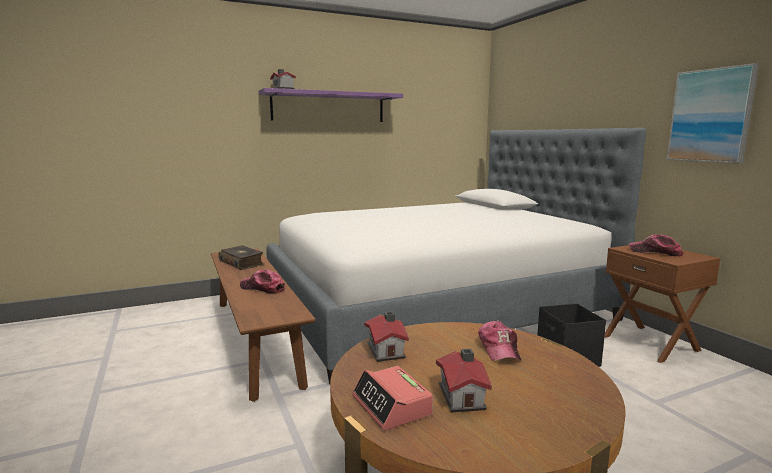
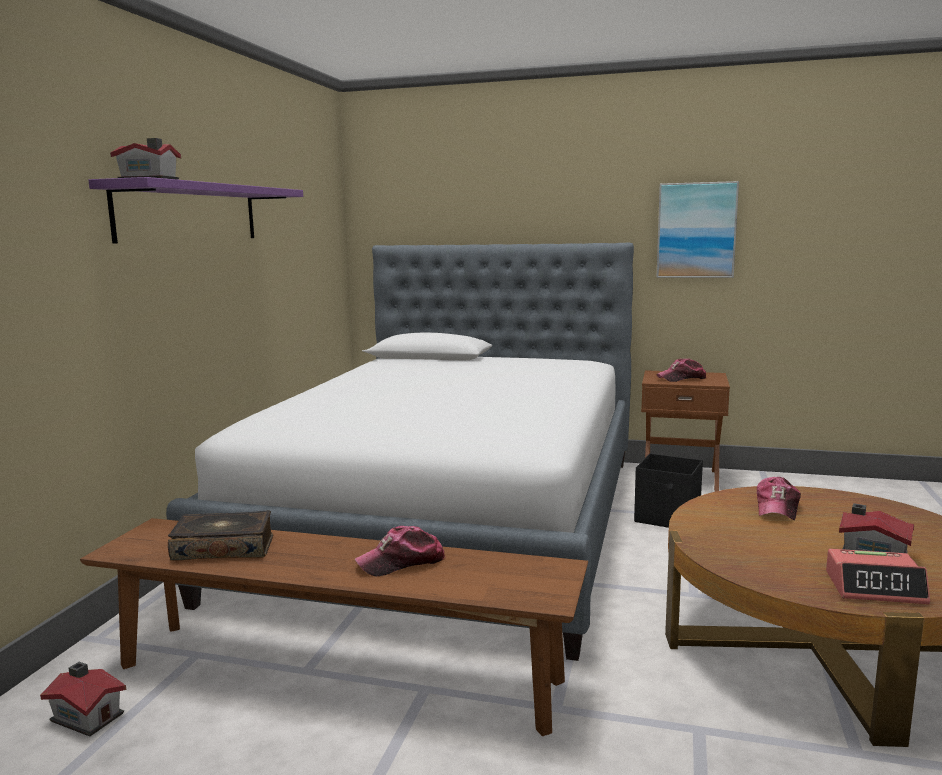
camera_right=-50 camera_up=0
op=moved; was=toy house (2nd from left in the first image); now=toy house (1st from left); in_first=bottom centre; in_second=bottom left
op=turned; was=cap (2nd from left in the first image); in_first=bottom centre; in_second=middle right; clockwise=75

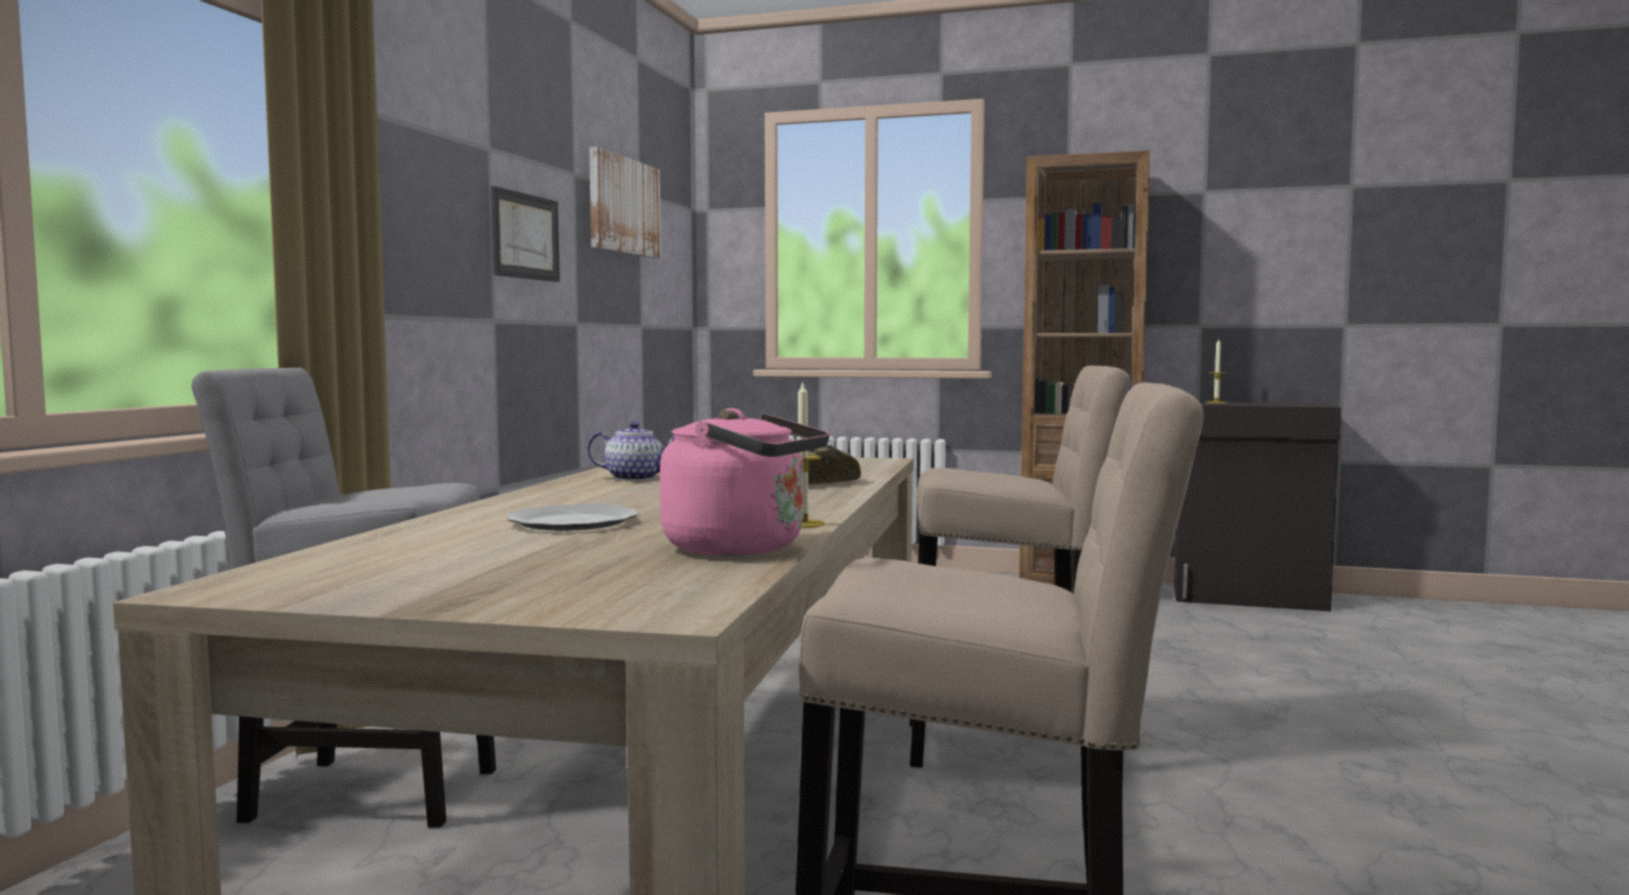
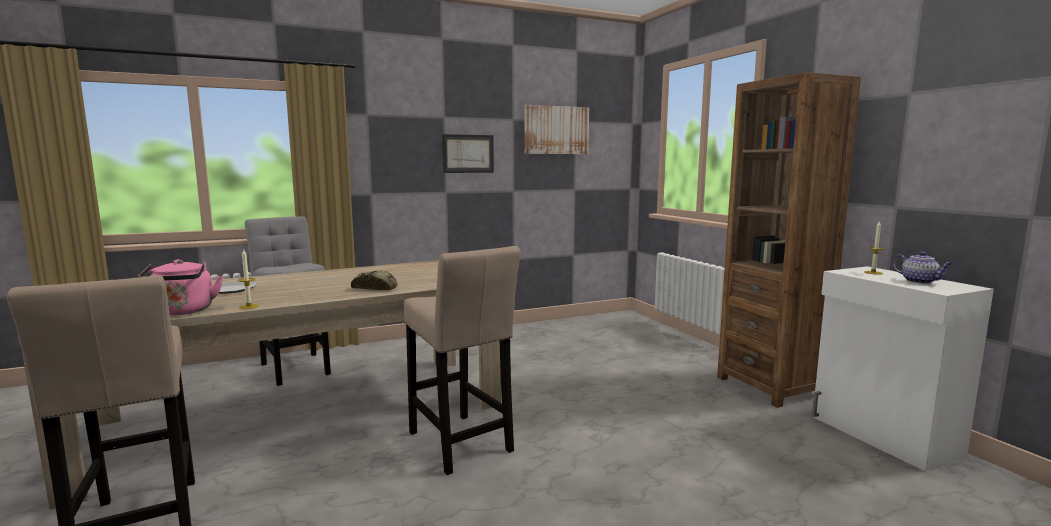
camera_right=50 camera_up=5
op=recoloured; was=black cabinet; now=white cabinet; in_first=middle right; in_second=bottom right
op=moved; was=teapot; in_first=centre; in_second=middle right

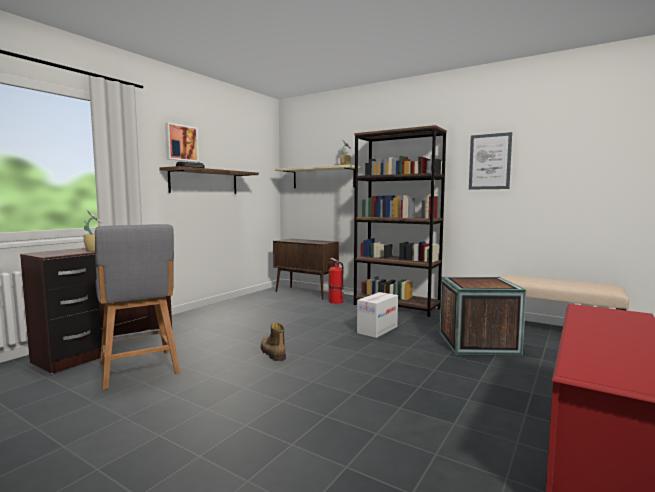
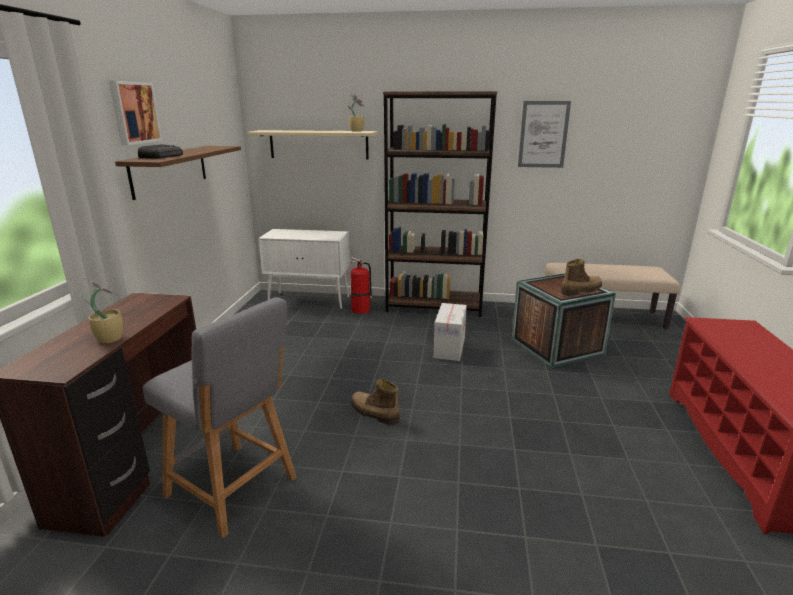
camera_right=-25 camera_up=15
op=recoloured; was=brown cabinet; now=white cabinet; in_first=centre; in_second=centre
op=added; now=boot (2nd from left); in_second=middle right

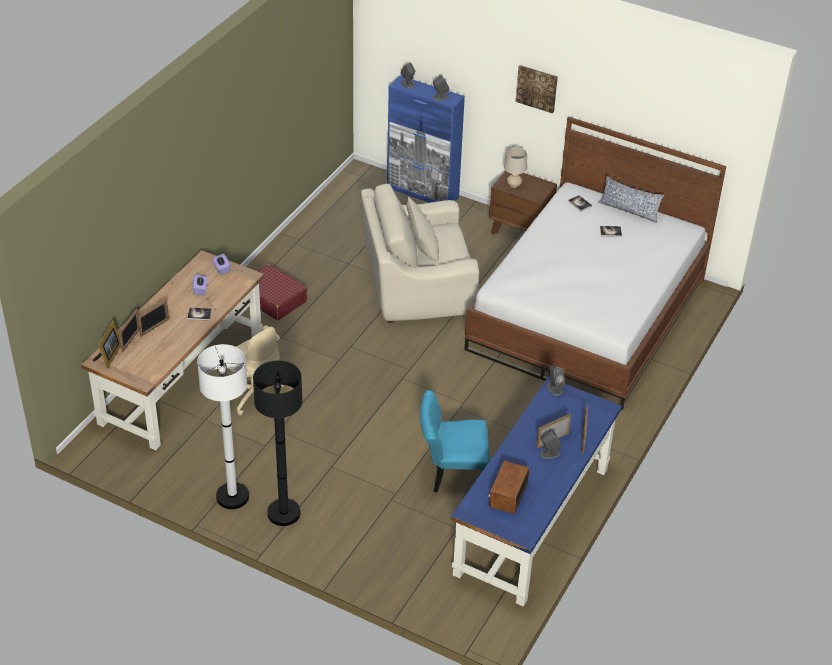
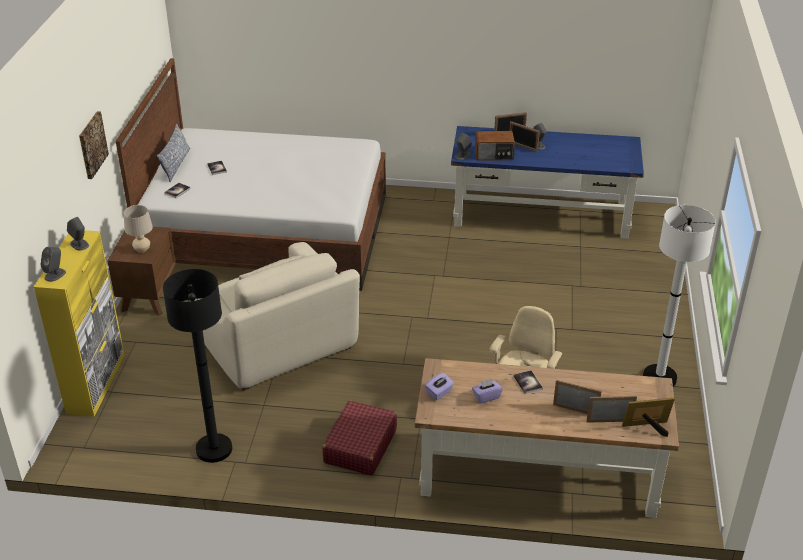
camera_right=-110 camera_up=-5
op=recoloured; was=blue cabinet; now=yellow cabinet; in_first=top centre; in_second=middle left
op=moved; was=black floor lamp; in_first=centre; in_second=middle left
op=removed; was=turquoise chair; in_first=centre
op=moved; was=radio; in_first=bottom centre; in_second=top centre

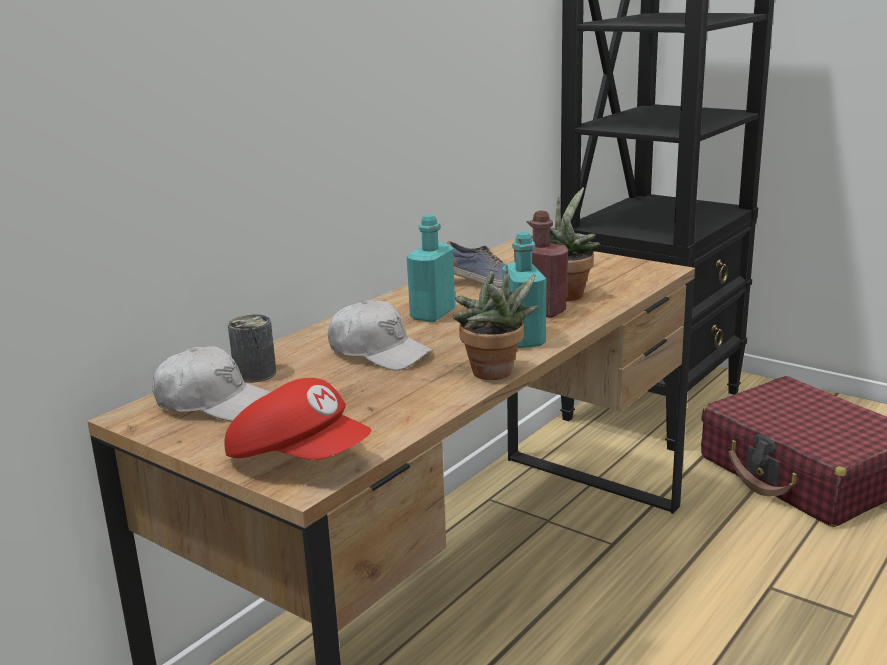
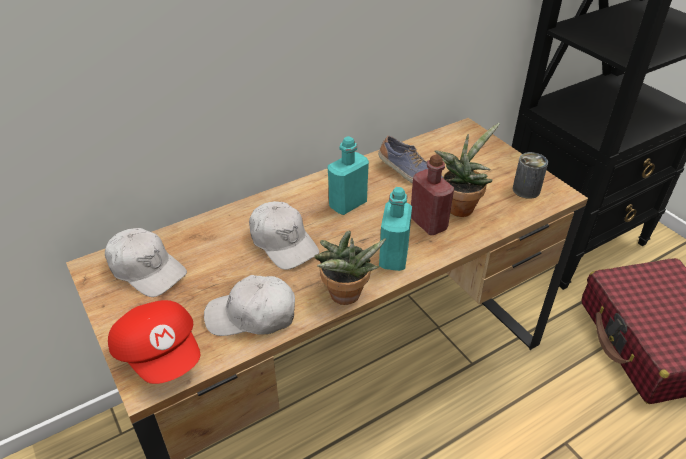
camera_right=20 camera_up=20
op=moved; was=can; in_first=middle left; in_second=middle right
op=added; now=white cap (2nd from left); in_second=centre

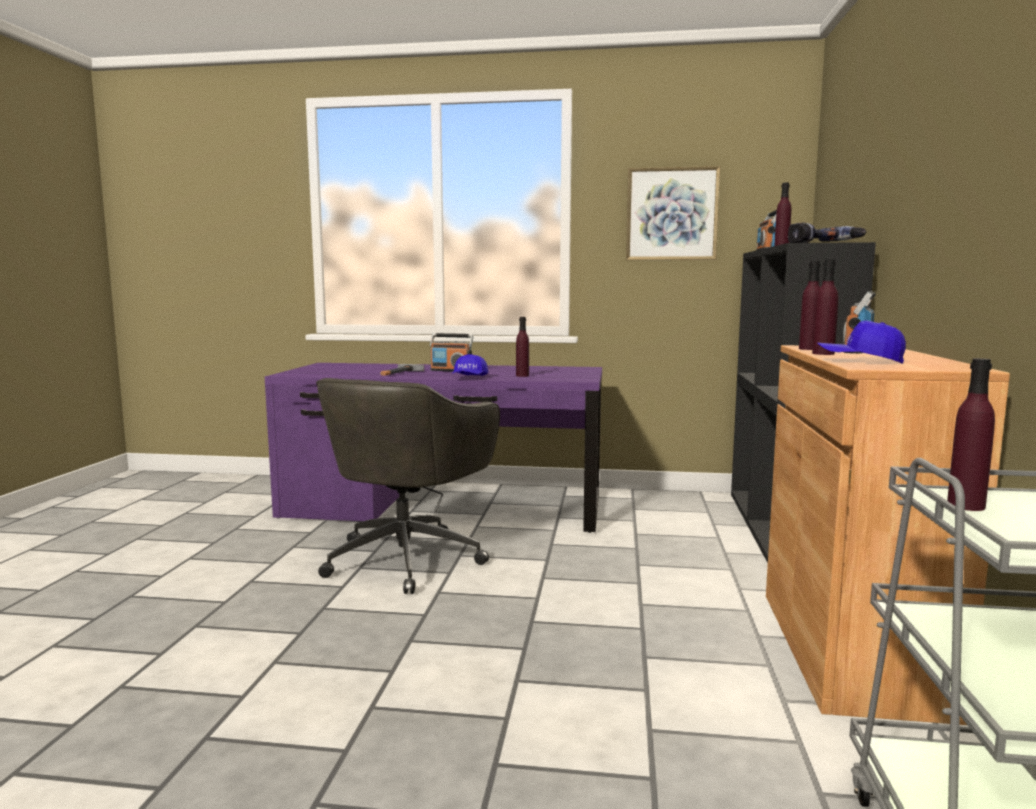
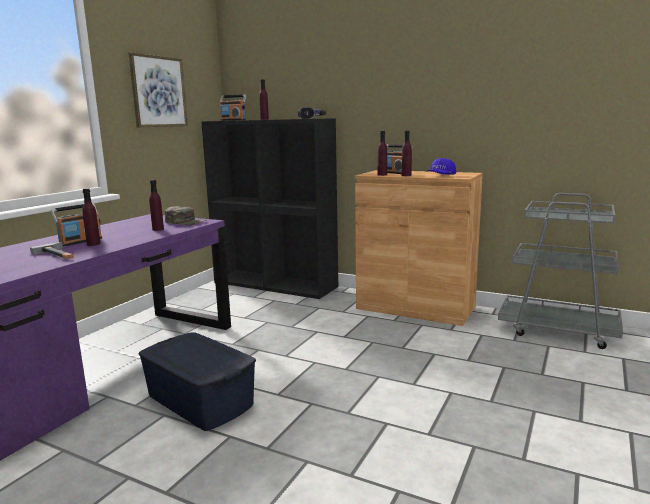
camera_right=-70 camera_up=5
op=removed; was=blue cap (1st from left); in_first=centre
op=moved; was=purple bottle (5th from left in the first image); now=purple bottle (1st from left); in_first=middle right; in_second=middle left
op=replaced; was=grey office chair; now=blue storage box; in_first=centre; in_second=bottom left
op=added; now=green cap; in_second=middle left

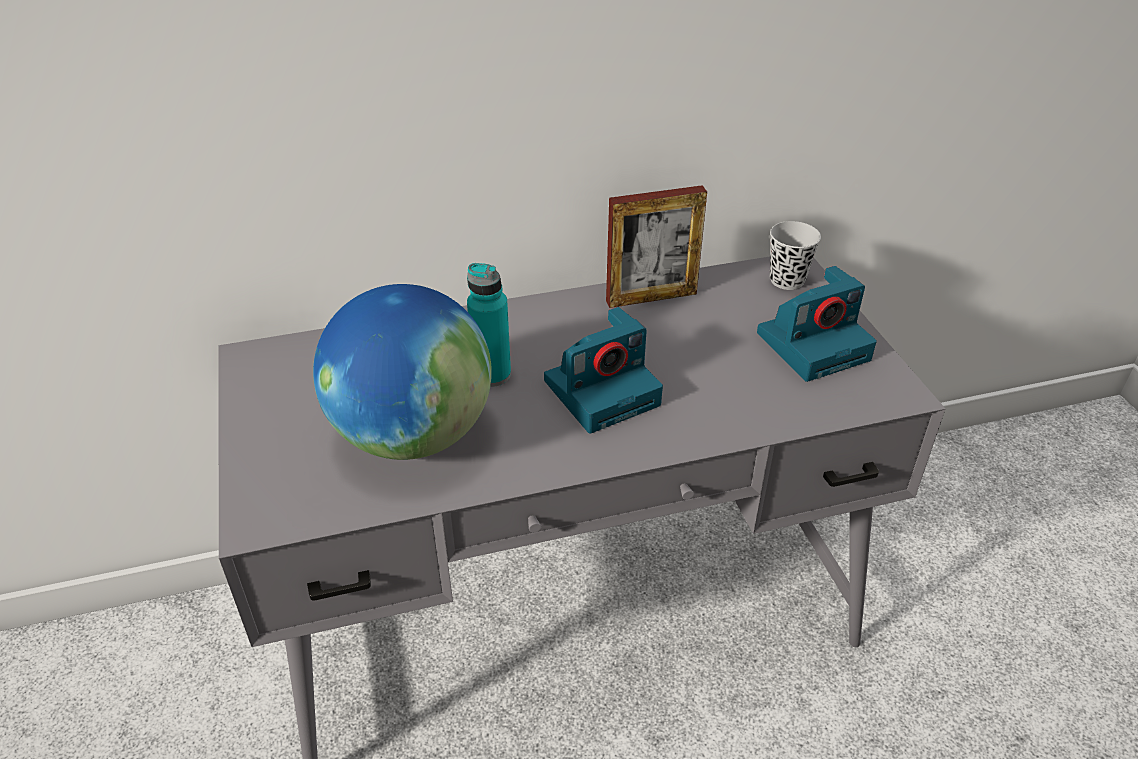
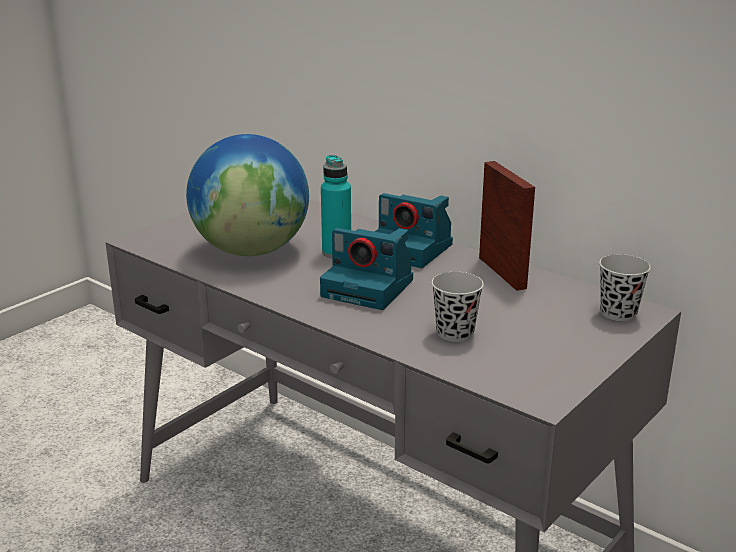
camera_right=55 camera_up=-15
op=turned; was=picture frame; in_first=top centre; in_second=middle right; clockwise=-150
op=moved; was=photo camera (2nd from left); in_first=middle right; in_second=centre
op=added; now=black cup (1st from left); in_second=centre

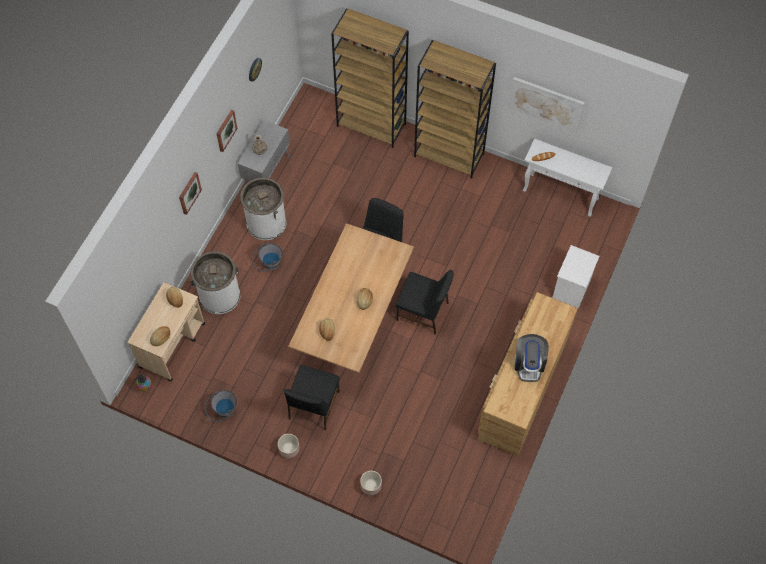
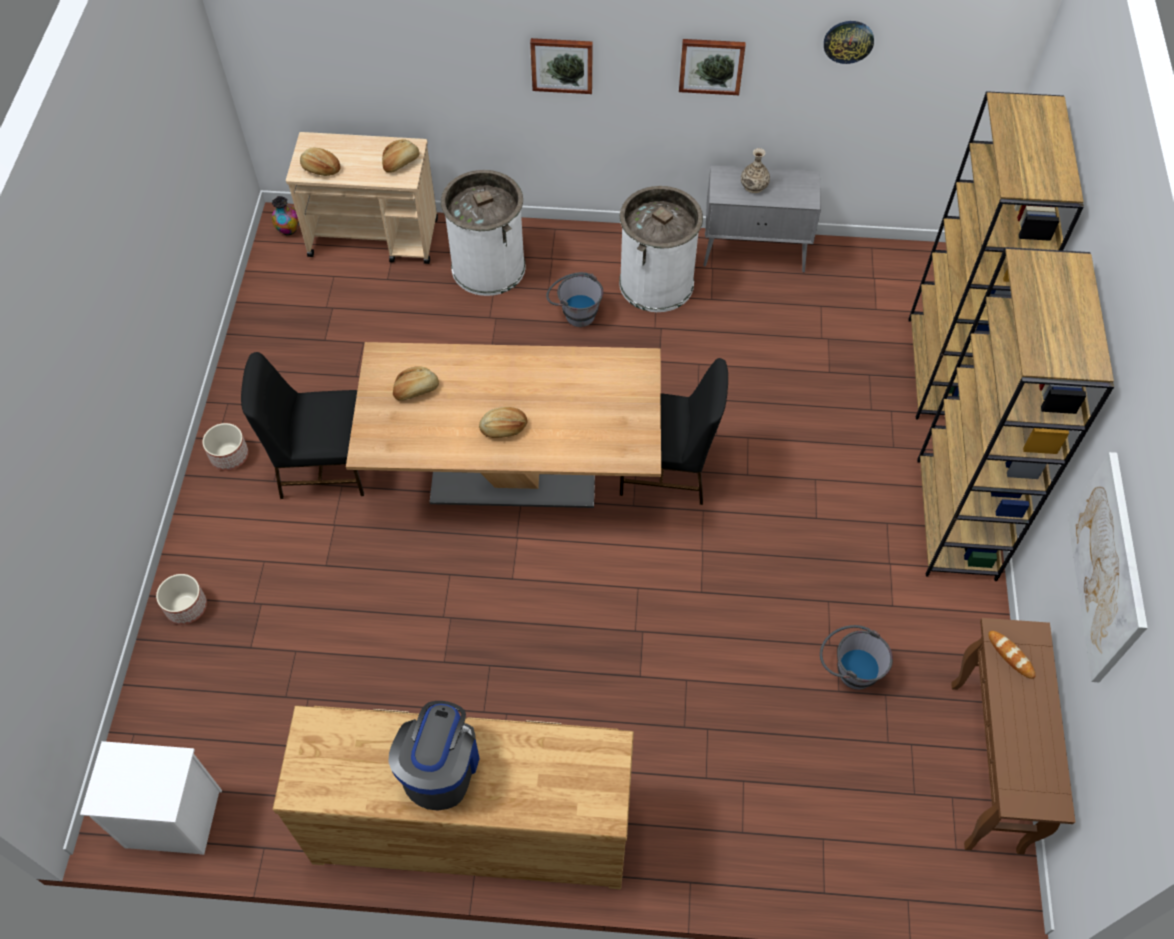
camera_right=70 camera_up=-5
op=recoloured; was=white console table; now=brown console table; in_first=top right; in_second=bottom right
op=moved; was=white nightstand; in_first=middle right; in_second=bottom left
op=removed; was=black chair (3rd from left); in_first=centre
op=turned; was=coffee machine; in_first=middle right; in_second=bottom centre; clockwise=120
op=moved; was=grey bucket (1st from left in the first image); now=grey bucket (2nd from left); in_first=bottom left; in_second=bottom right

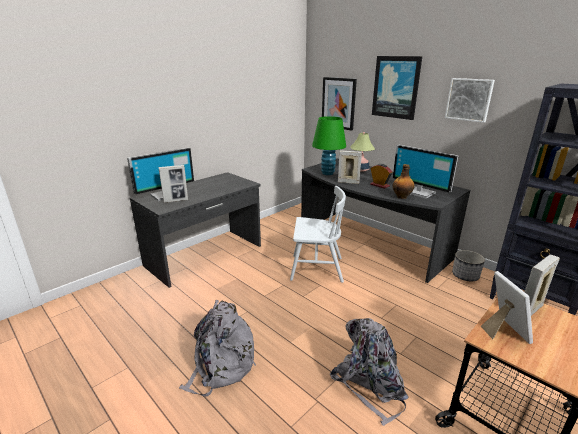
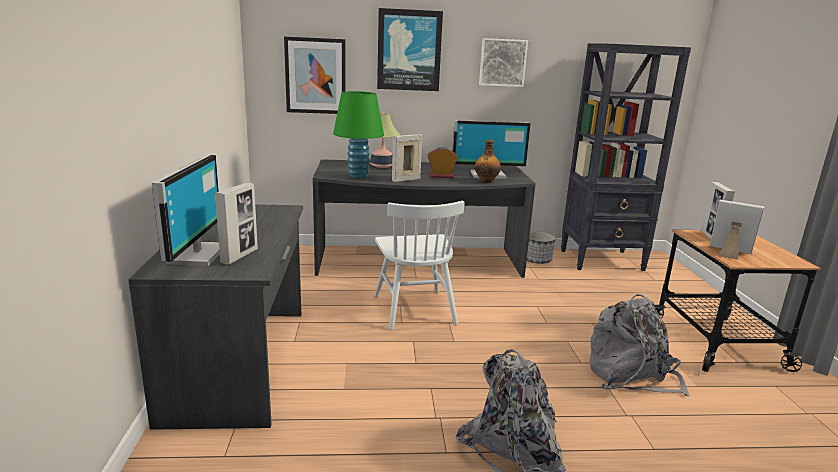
camera_right=-50 camera_up=-5
op=turned; was=white chair; in_first=centre; in_second=centre; clockwise=120

